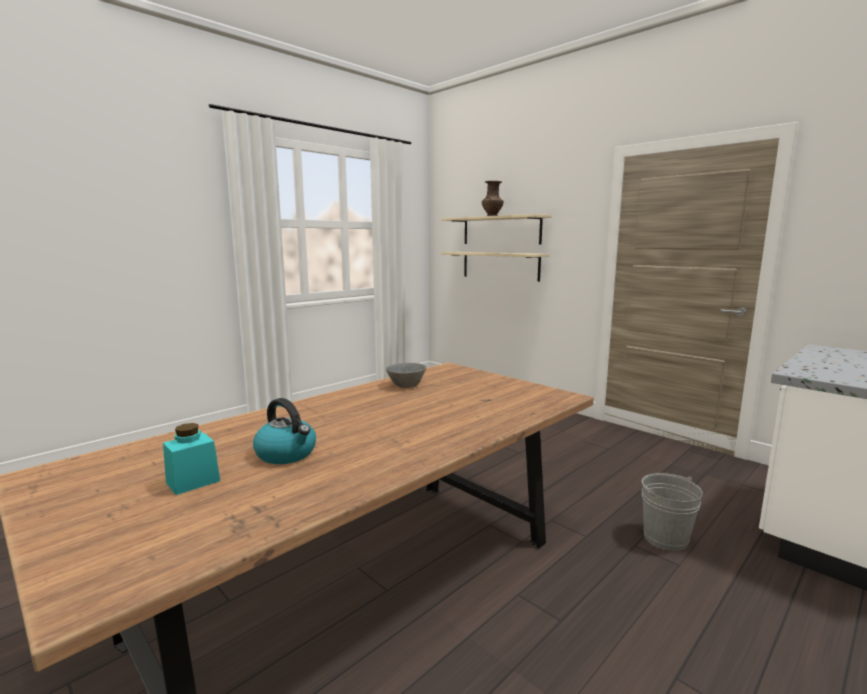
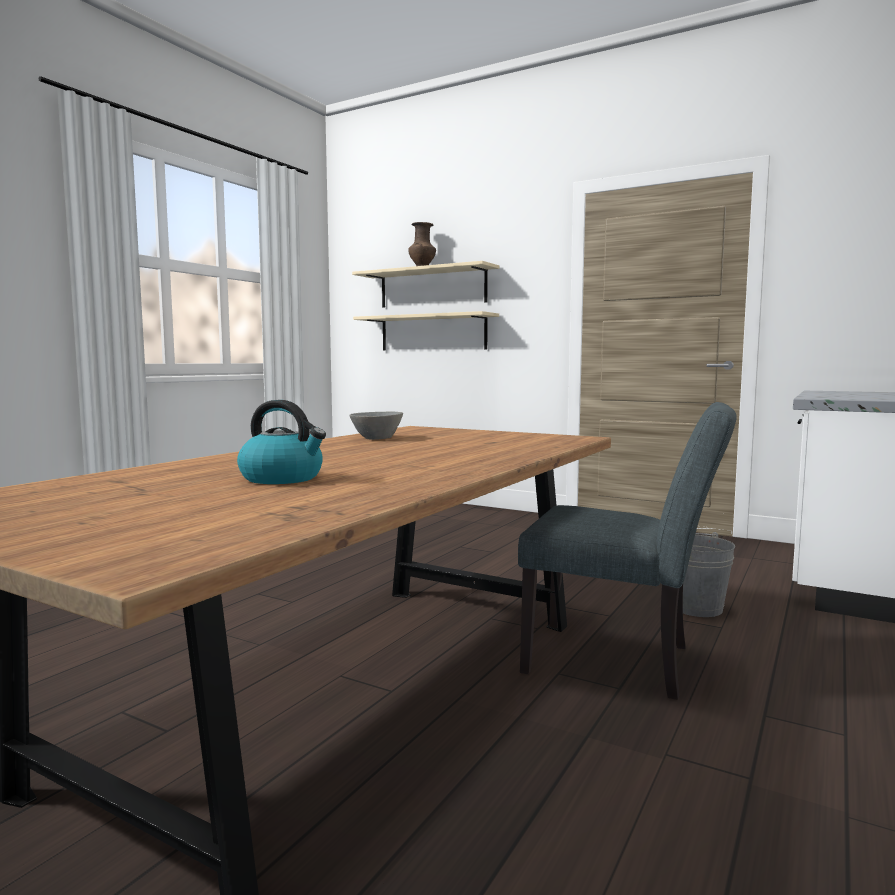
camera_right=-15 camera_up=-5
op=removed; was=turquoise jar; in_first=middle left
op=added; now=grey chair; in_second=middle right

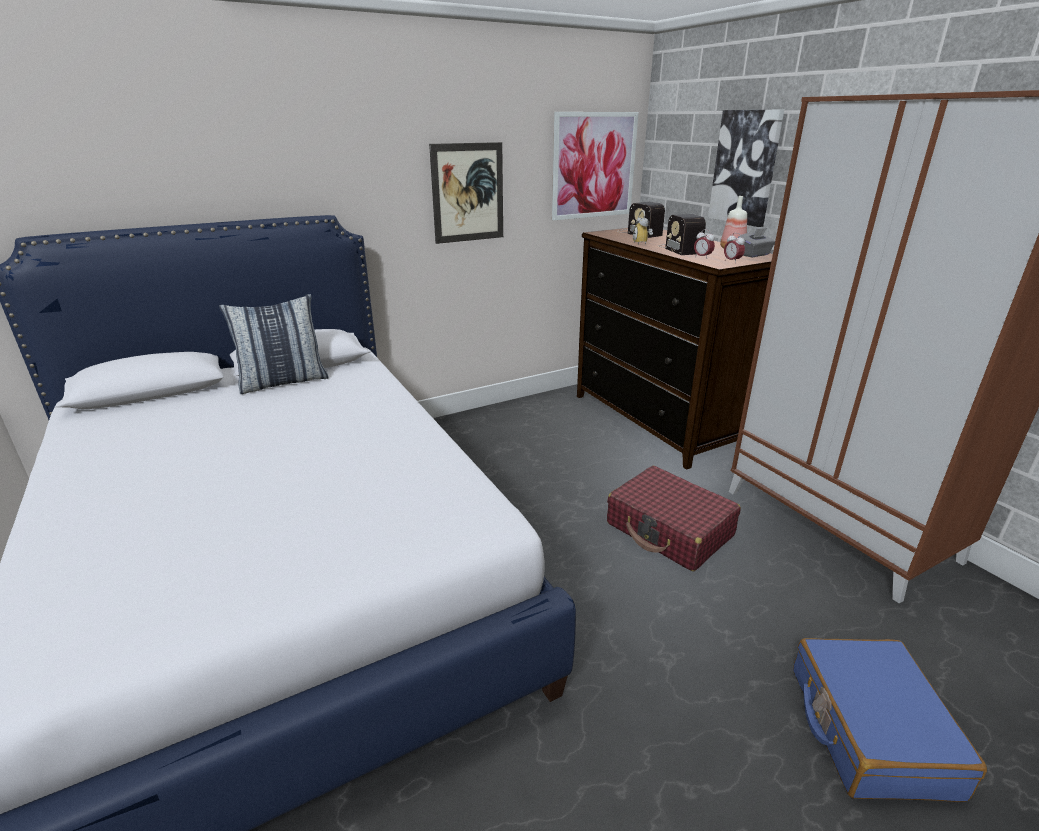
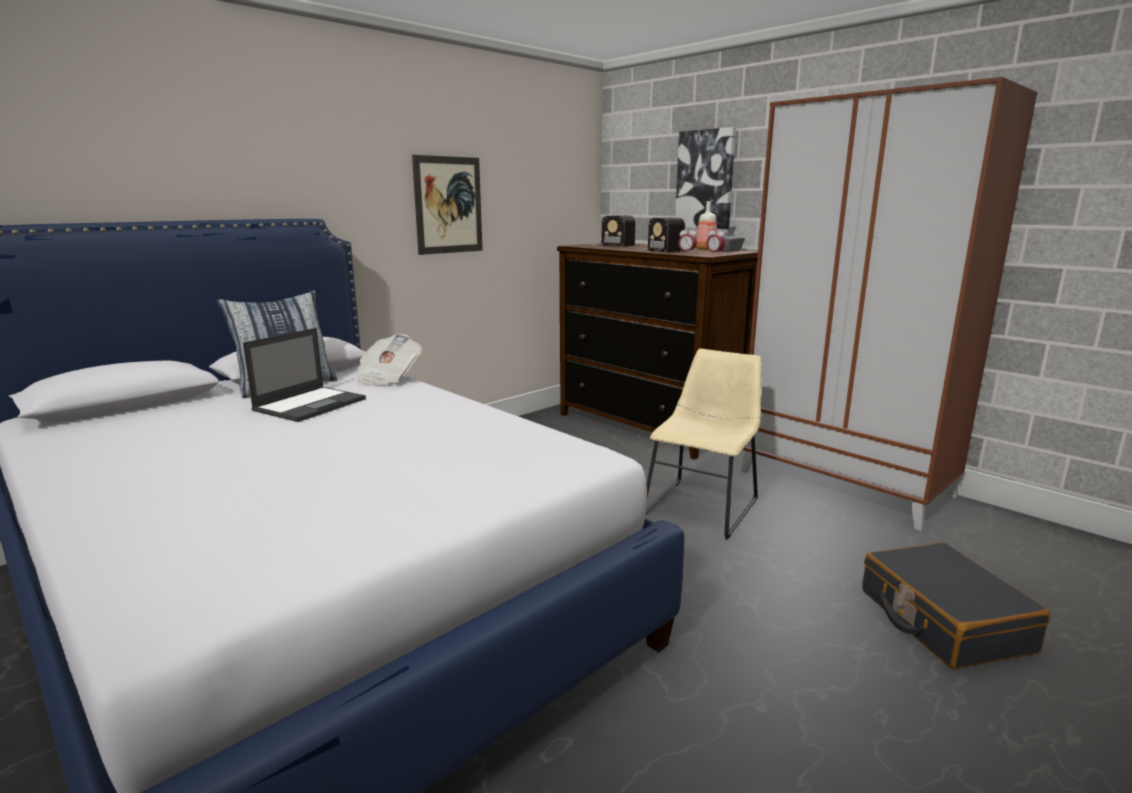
camera_right=-15 camera_up=-10
op=removed; was=picture (2nd from left); in_first=top centre
op=removed; was=alarm clock (1st from left); in_first=top centre
op=replaced; was=red suitcase; now=beige chair; in_first=centre; in_second=centre
op=recoloured; was=blue suitcase; now=black suitcase; in_first=bottom right; in_second=bottom right
op=added; now=laptop; in_second=middle left
op=added; now=newspaper; in_second=centre

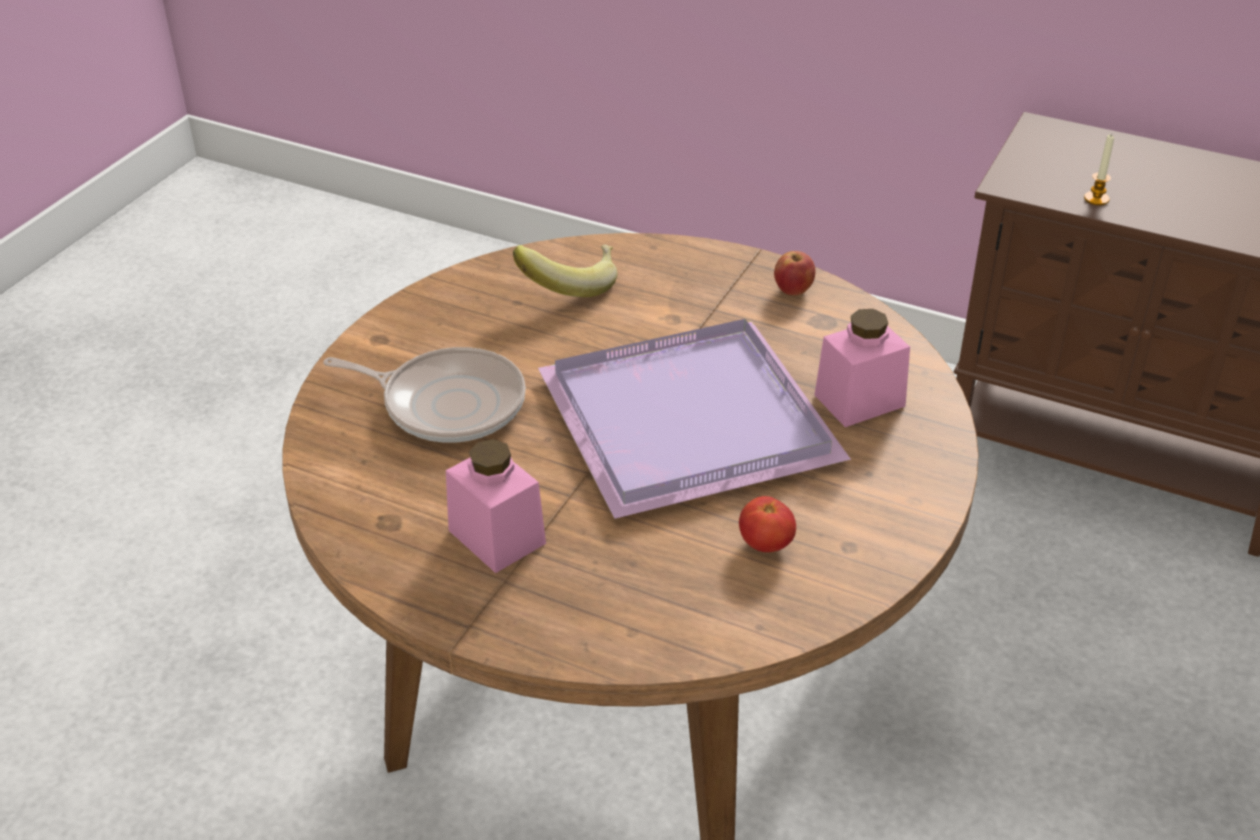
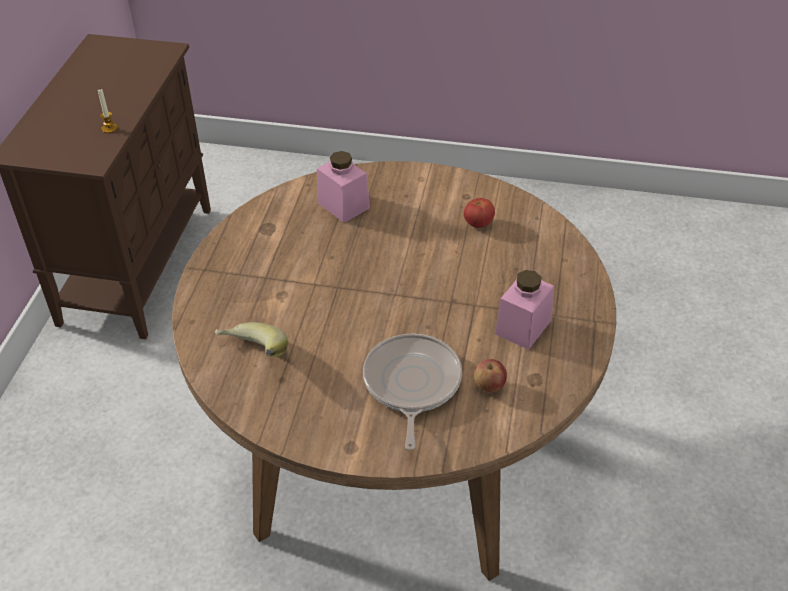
camera_right=-105 camera_up=5
op=moved; was=apple; in_first=top centre; in_second=centre
op=removed; was=purple tray; in_first=centre

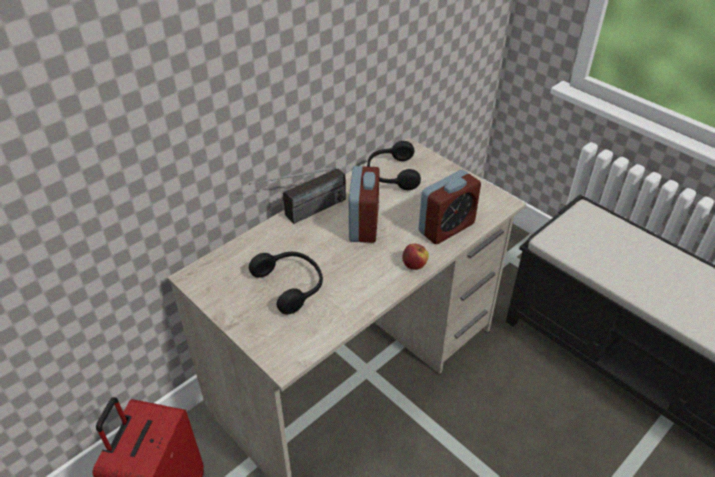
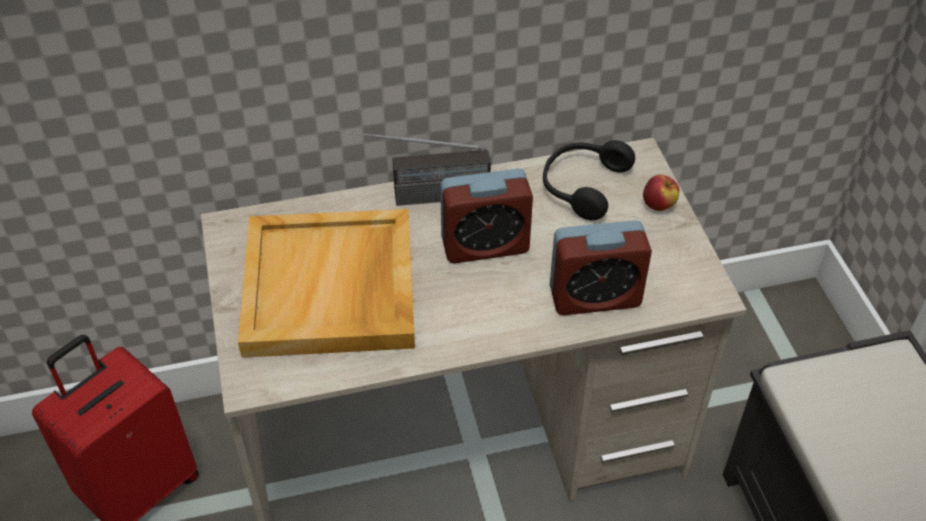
camera_right=30 camera_up=5
op=turned; was=alarm clock (1st from left); in_first=centre; in_second=centre; clockwise=45
op=moved; was=apple; in_first=centre; in_second=middle right
op=replaced; was=black headphones (1st from left); now=beige tray; in_first=centre; in_second=centre

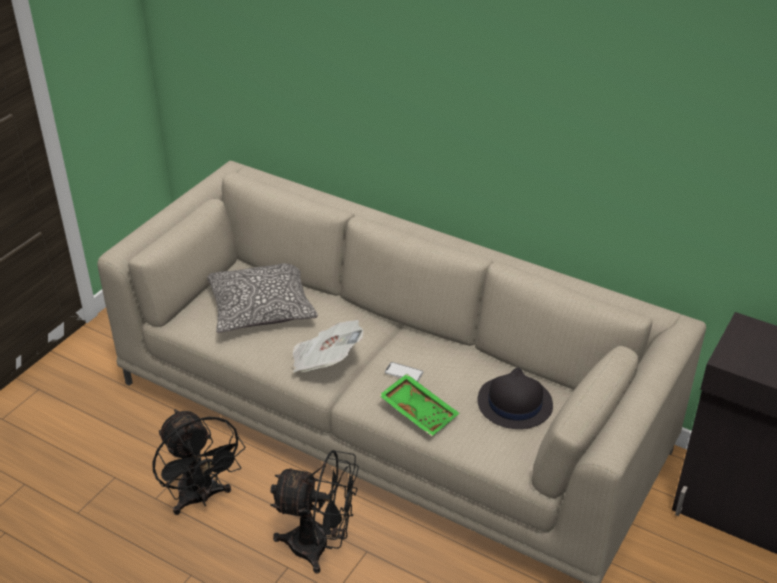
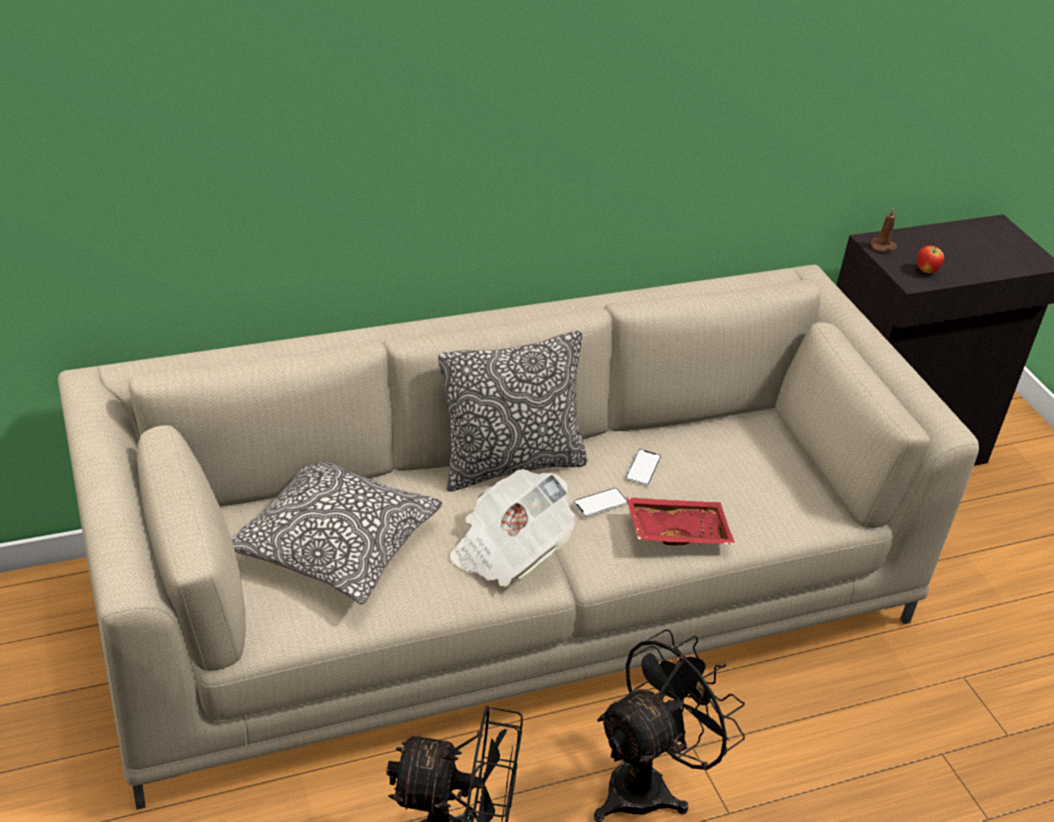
camera_right=-55 camera_up=0
op=removed; was=black hat; in_first=bottom centre
op=recoloured; was=green tray; now=red tray; in_first=bottom centre; in_second=centre
op=added; now=brown candle; in_second=top right
op=added; now=apple; in_second=top right
op=added; now=pillow (2nd from left); in_second=centre
op=added; now=phone (2nd from left); in_second=centre

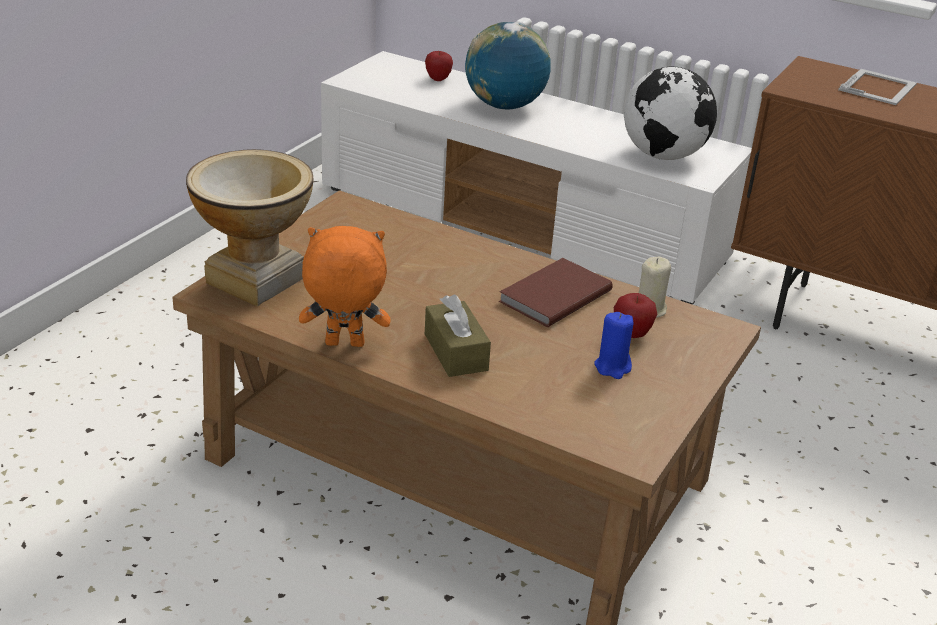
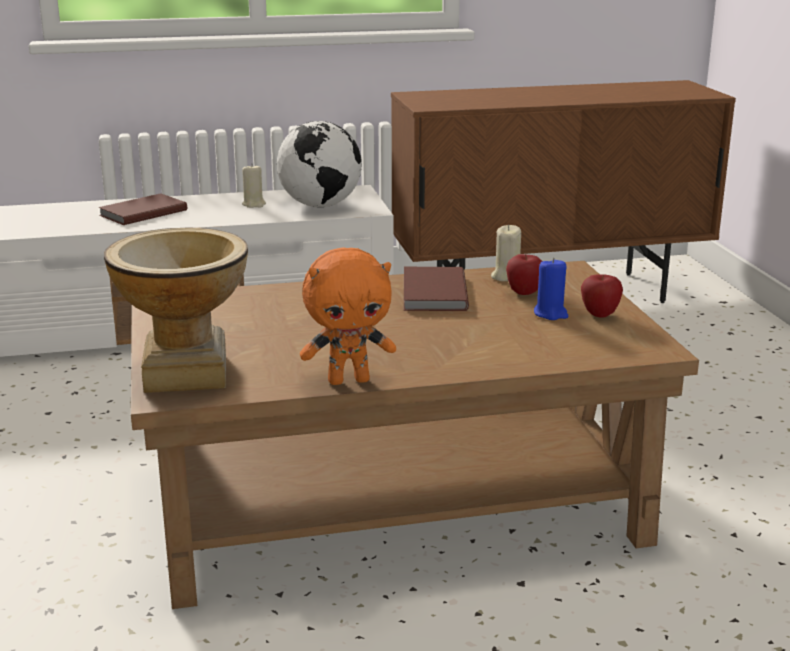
camera_right=-40 camera_up=-10
op=replaced; was=globe (1st from left); now=brown book (1st from left); in_first=top centre; in_second=top left
op=moved; was=apple (1st from left in the first image); now=apple (2nd from left); in_first=top centre; in_second=middle right
op=removed; was=picture frame; in_first=top right
op=turned; was=orange plush toy; in_first=centre; in_second=centre; clockwise=-150
op=removed; was=brown tissue box; in_first=centre
op=added; now=beige candle (1st from left); in_second=top left

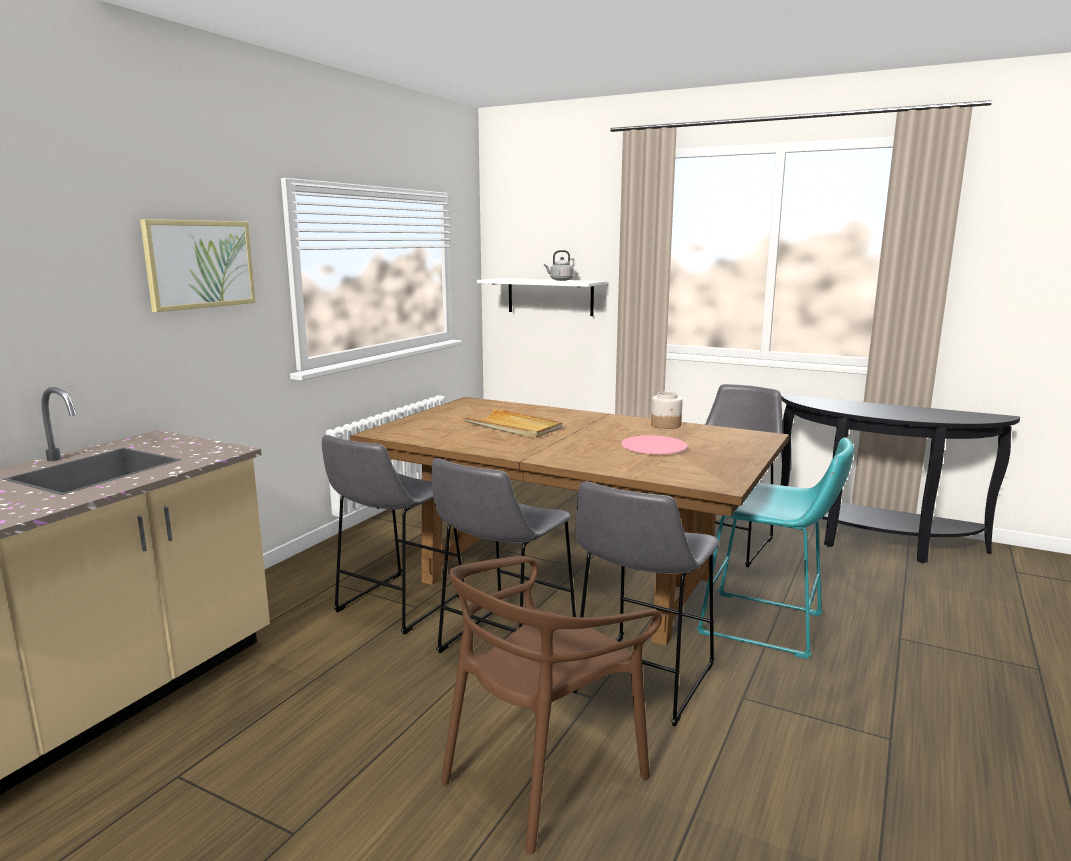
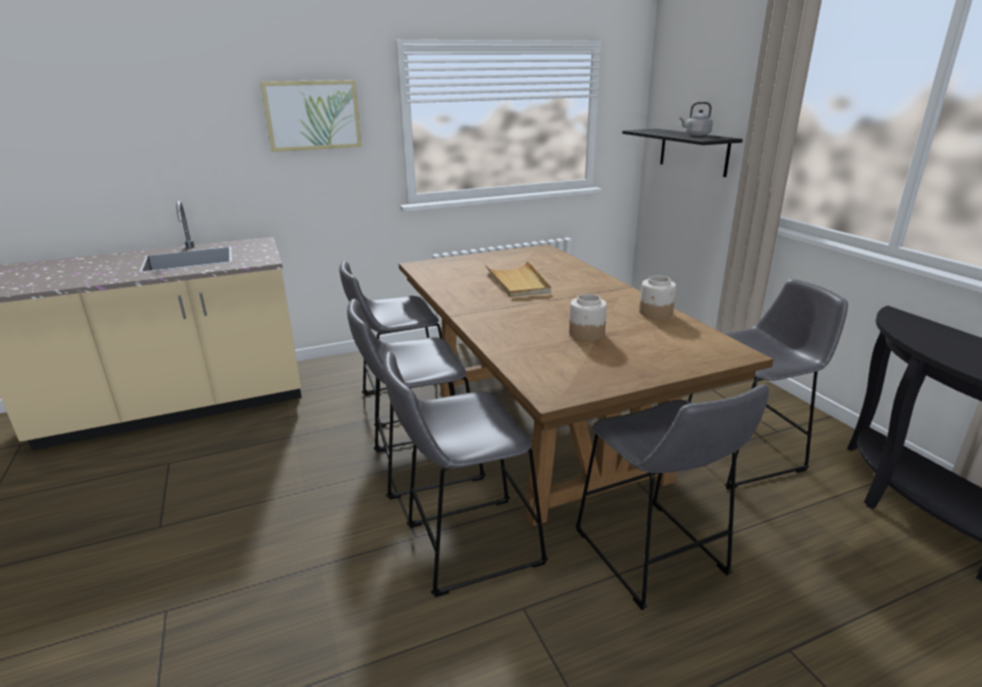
camera_right=40 camera_up=10
op=recoloured; was=white shelf; now=black shelf; in_first=centre; in_second=top right
op=replaced; was=pink plate; now=jar (1st from left); in_first=centre; in_second=centre
op=recoloured; was=turquoise stool; now=grey stool (4th from left); in_first=middle right; in_second=bottom right
op=removed; was=brown chair; in_first=bottom centre

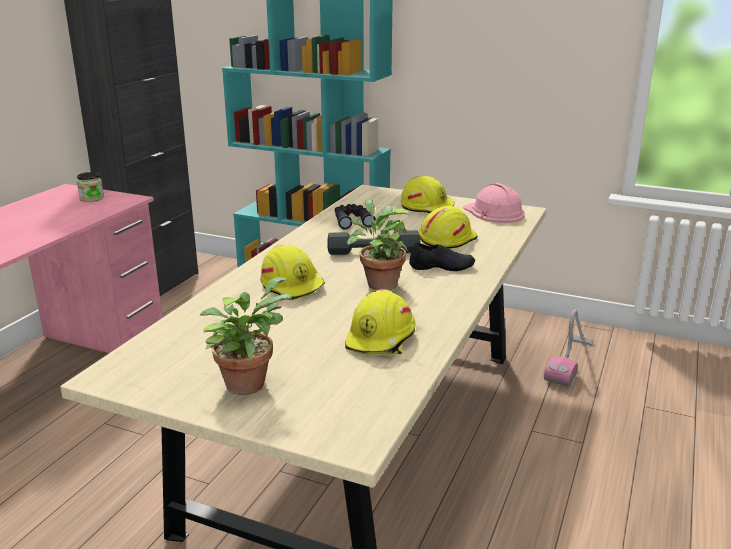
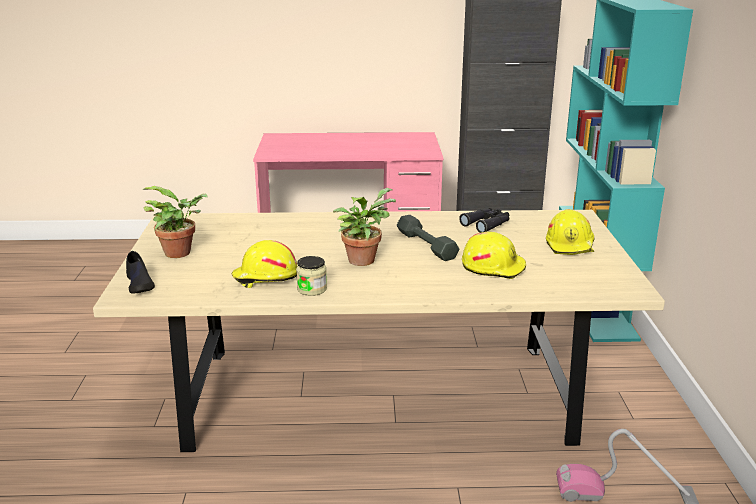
camera_right=65 camera_up=0
op=moved; was=jar; in_first=middle left; in_second=centre
op=removed; was=pink hard hat; in_first=middle right
op=moved; was=black shoe; in_first=centre; in_second=middle left
op=removed; was=yellow hard hat (1st from left); in_first=centre

